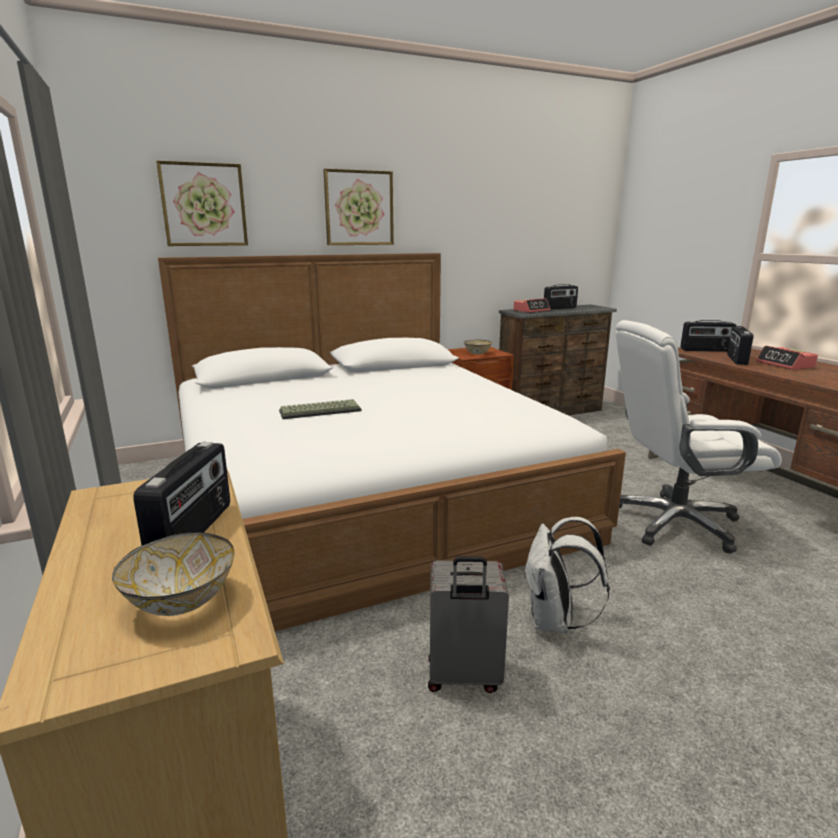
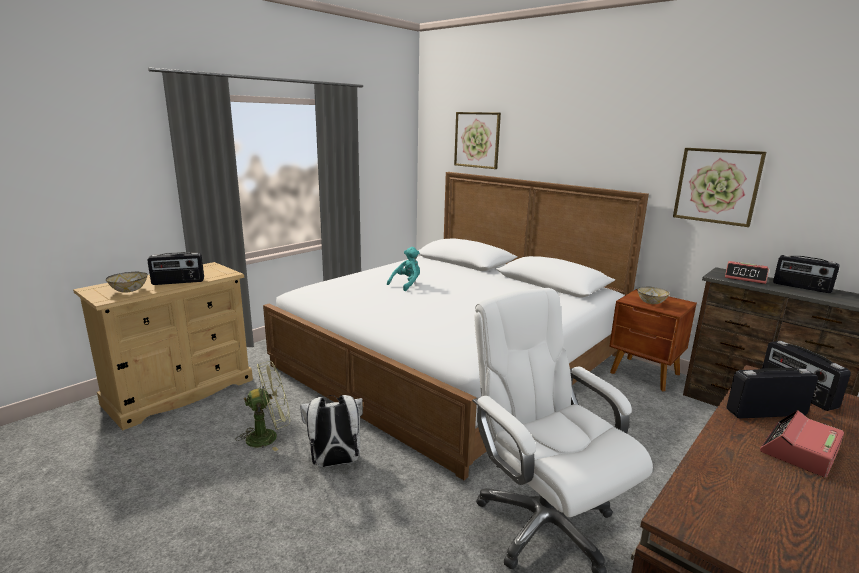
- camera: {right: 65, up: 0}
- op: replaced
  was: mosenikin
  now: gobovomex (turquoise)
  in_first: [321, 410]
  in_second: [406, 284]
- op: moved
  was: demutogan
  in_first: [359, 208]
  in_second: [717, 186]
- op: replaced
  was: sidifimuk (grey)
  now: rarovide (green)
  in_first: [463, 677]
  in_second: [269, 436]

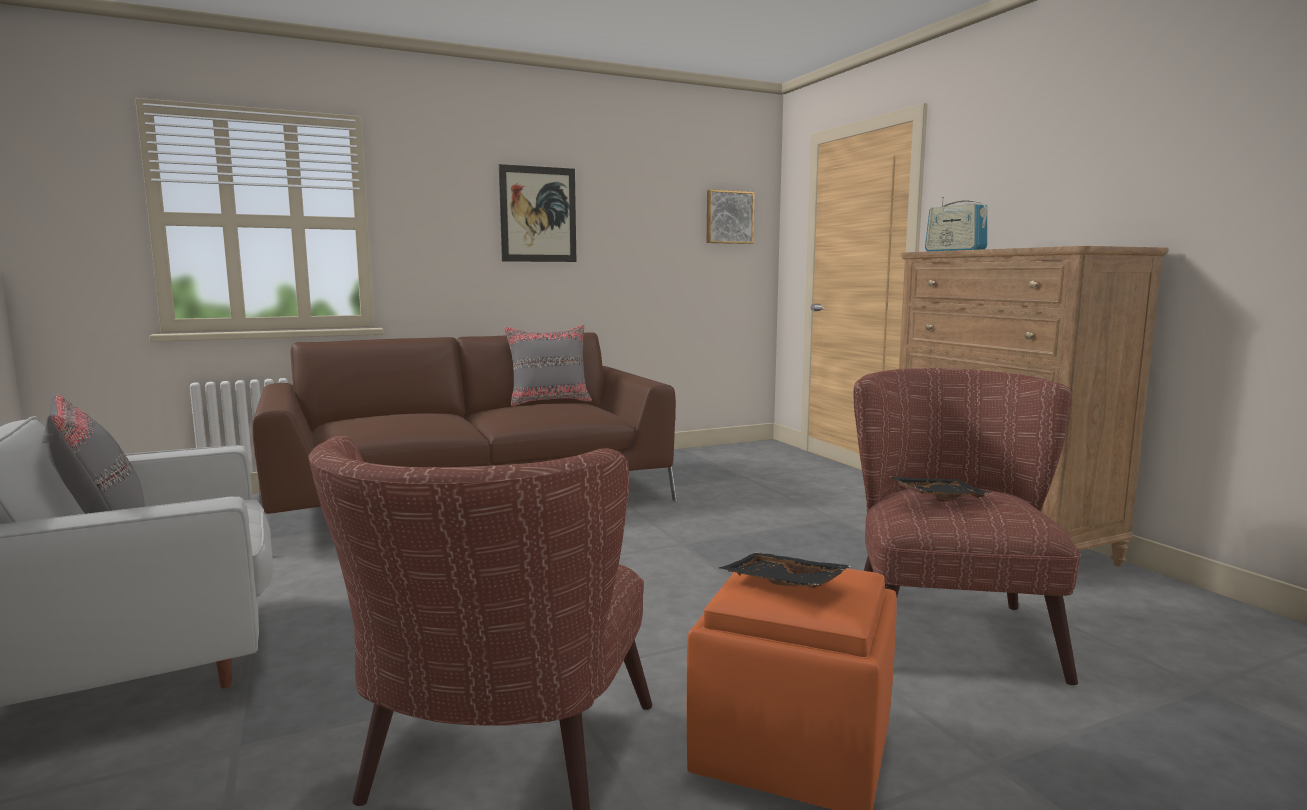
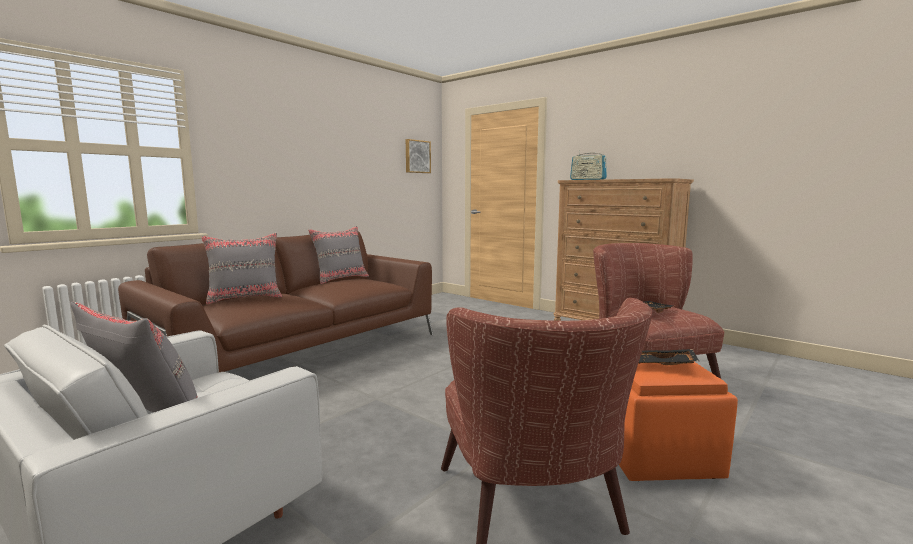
- camera: {right: -25, up: 0}
- op: removed
  was: demutogan
  in_first: [538, 214]
- op: added
  now: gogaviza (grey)
  in_second: [245, 298]

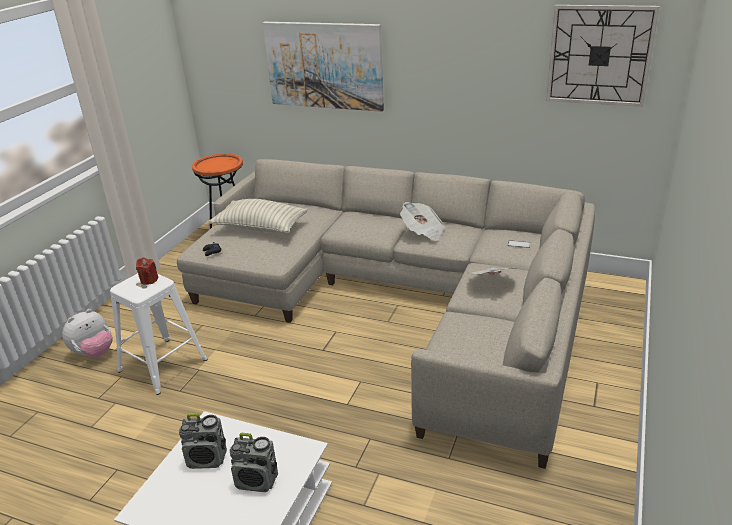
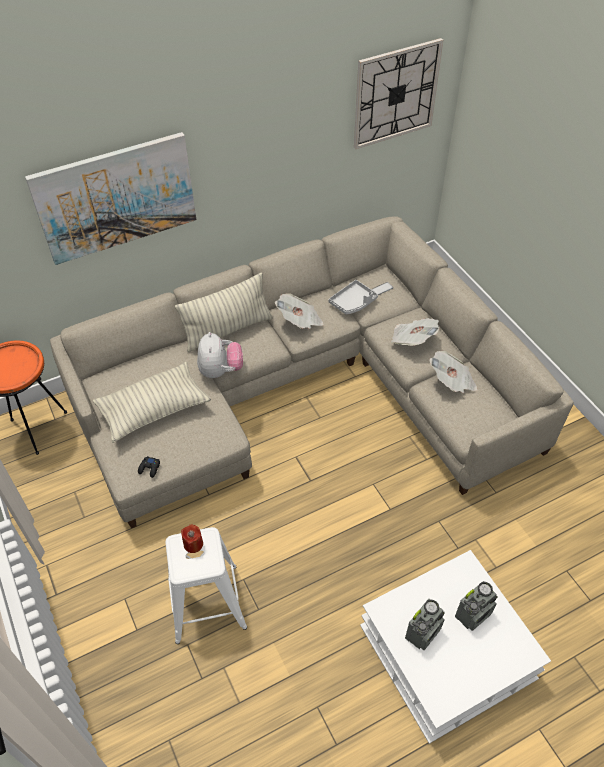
- camera: {right: -50, up: 20}
- op: moved
  was: gobovomex
  in_first: [94, 353]
  in_second: [220, 371]
- op: added
  now: gogaviza
  in_second: [228, 330]
- op: added
  now: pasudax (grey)
  in_second: [353, 302]
- op: added
  now: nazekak
  in_second: [452, 381]

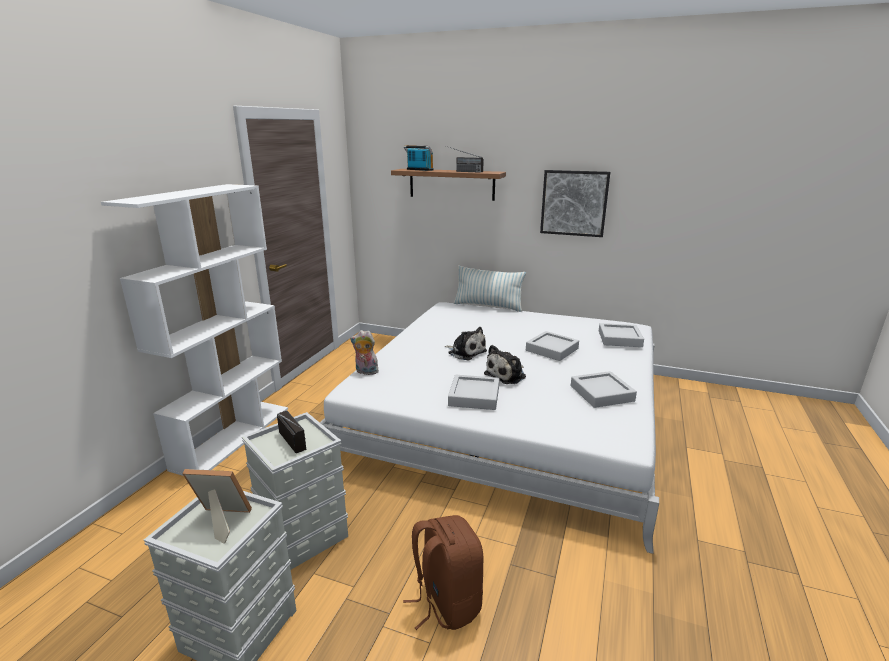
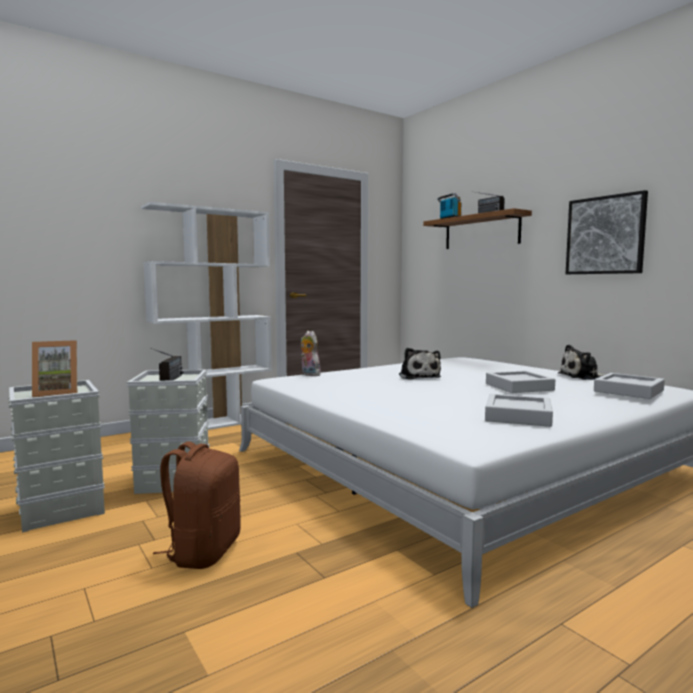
- camera: {right: 35, up: -15}
- op: turned
  was: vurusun
  in_first: [221, 522]
  in_second: [57, 393]
  clockwise: 120
- op: removed
  was: pasudax (grey)
  in_first: [474, 396]
- op: removed
  was: gogaviza
  in_first: [488, 306]
- op: moved
  was: gobovomex
  in_first: [507, 375]
  in_second: [582, 377]

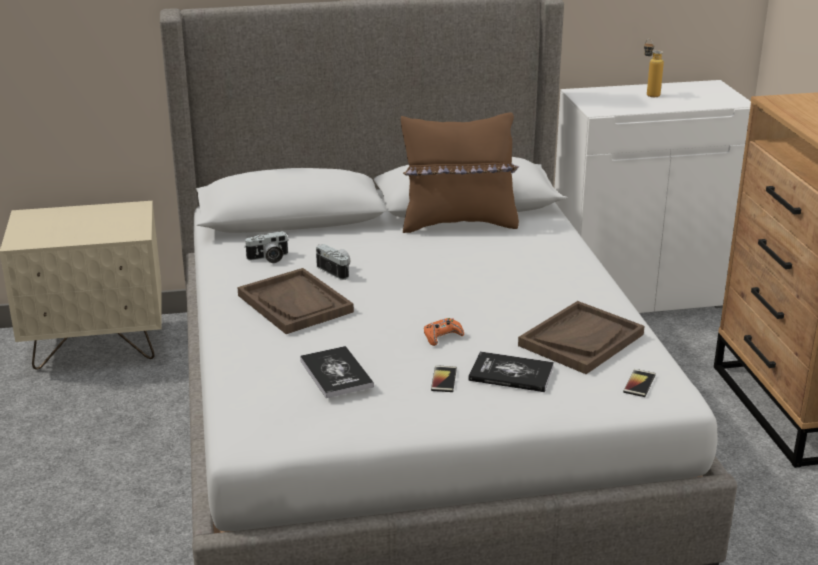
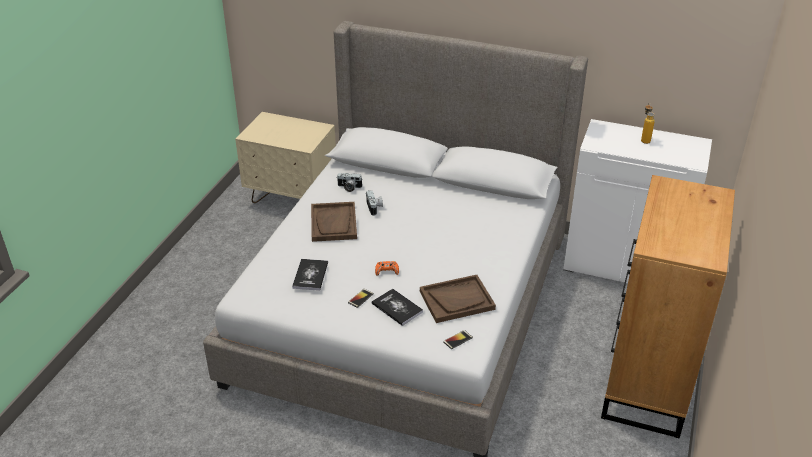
- camera: {right: 30, up: 10}
- op: removed
  was: gogaviza (brown)
  in_first: [459, 223]

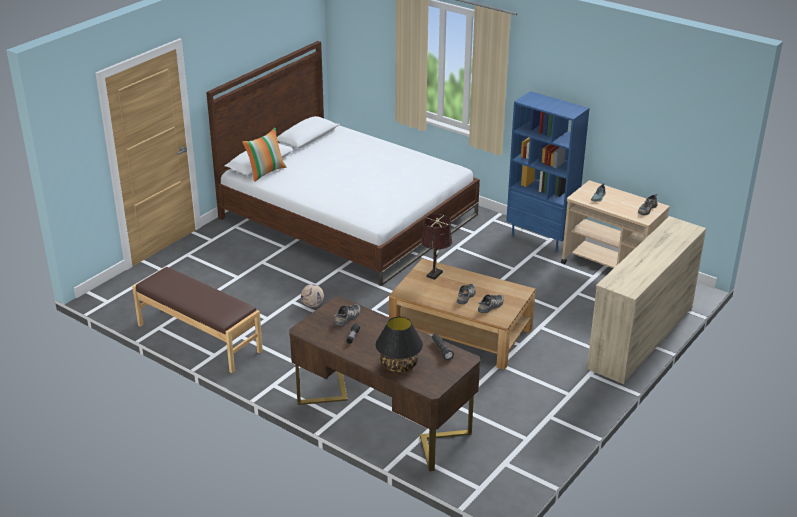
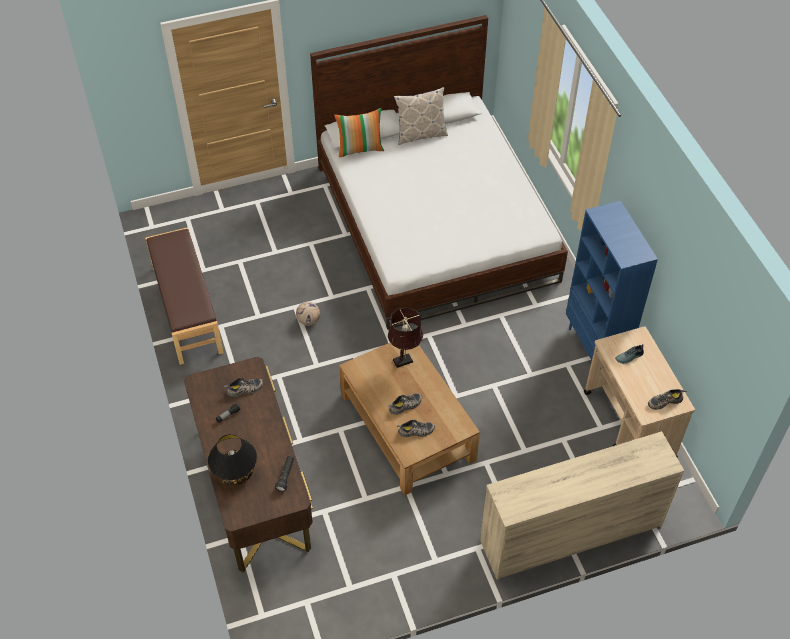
- camera: {right: 35, up: 20}
- op: added
  now: gogaviza
  in_second: [420, 134]

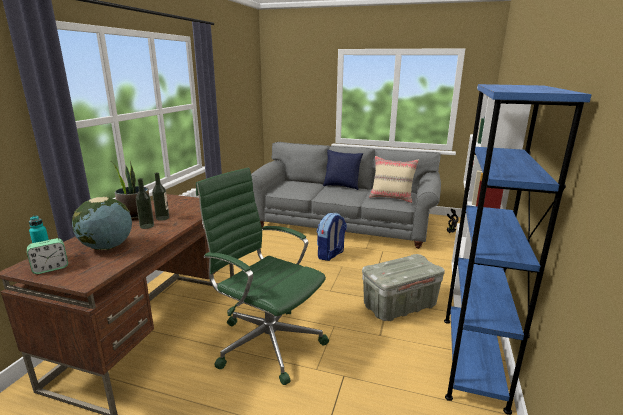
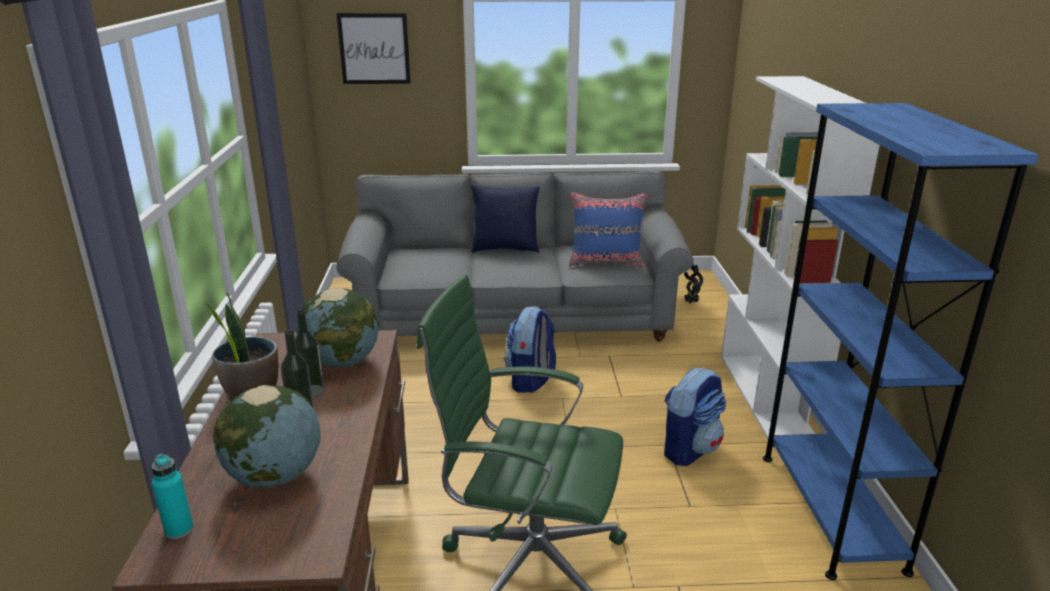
- camera: {right: -20, up: 5}
- op: removed
  was: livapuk
  in_first: [51, 268]
- op: replaced
  was: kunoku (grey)
  now: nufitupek
  in_first: [399, 305]
  in_second: [689, 449]
- op: recoloured
  was: gogaviza (beige)
  now: gogaviza (blue)
  in_first: [391, 198]
  in_second: [606, 262]
- op: added
  now: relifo
  in_second: [342, 362]
- op: added
  now: demutogan
  in_second: [374, 48]

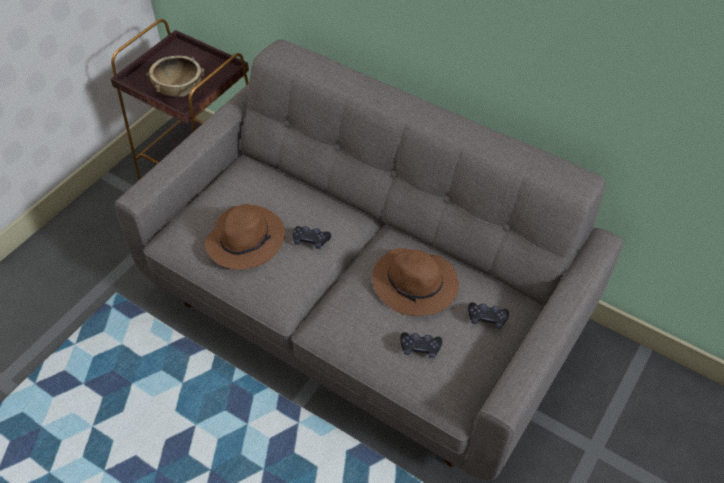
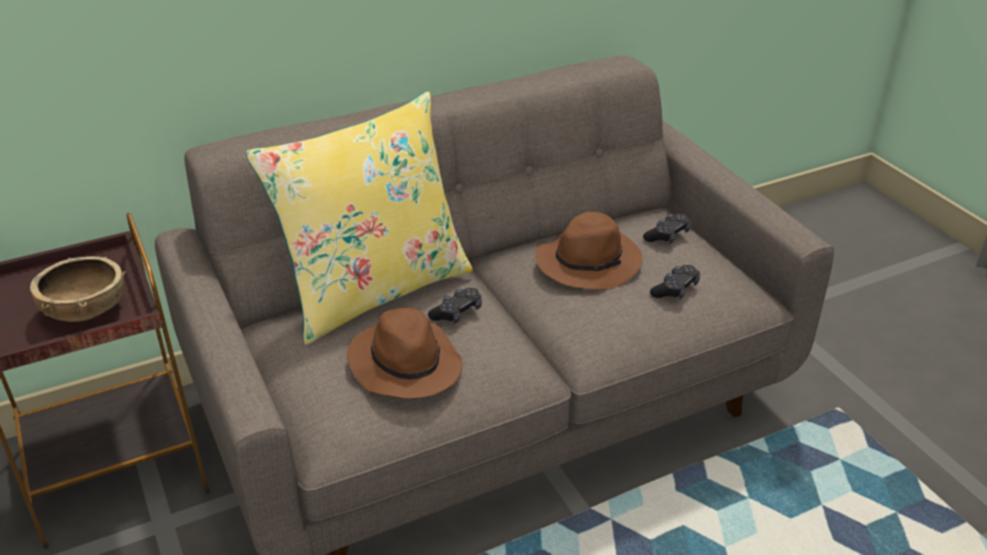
- camera: {right: -60, up: -15}
- op: added
  now: gogaviza (yellow)
  in_second: [374, 290]

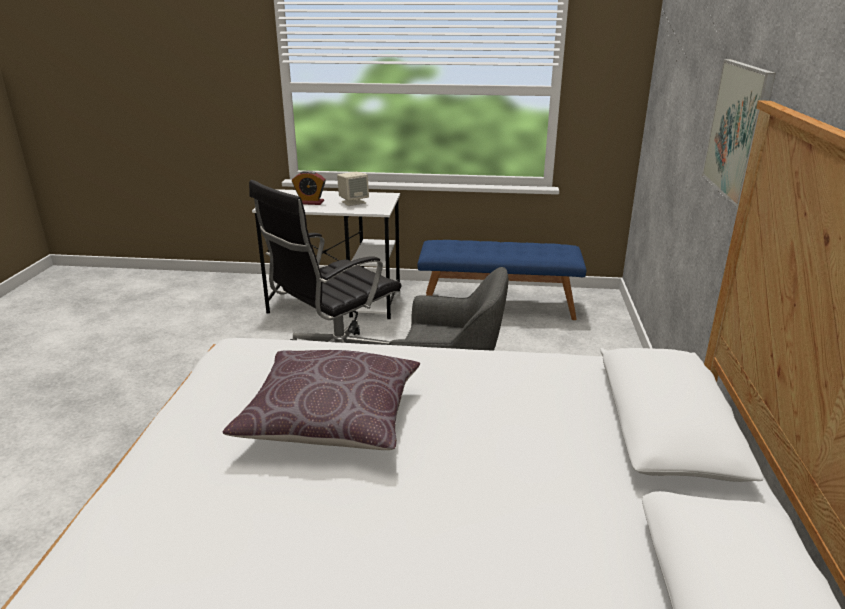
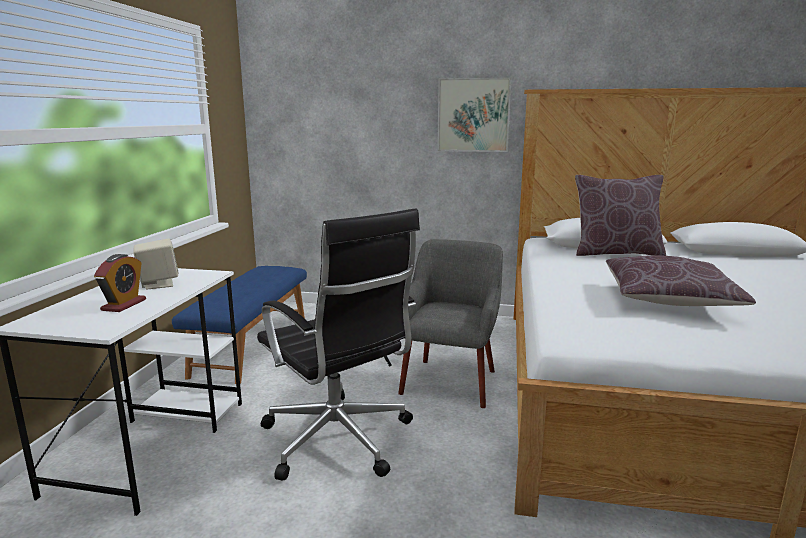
- camera: {right: -85, up: -10}
- op: added
  now: gogaviza (brown)
  in_second: [616, 253]

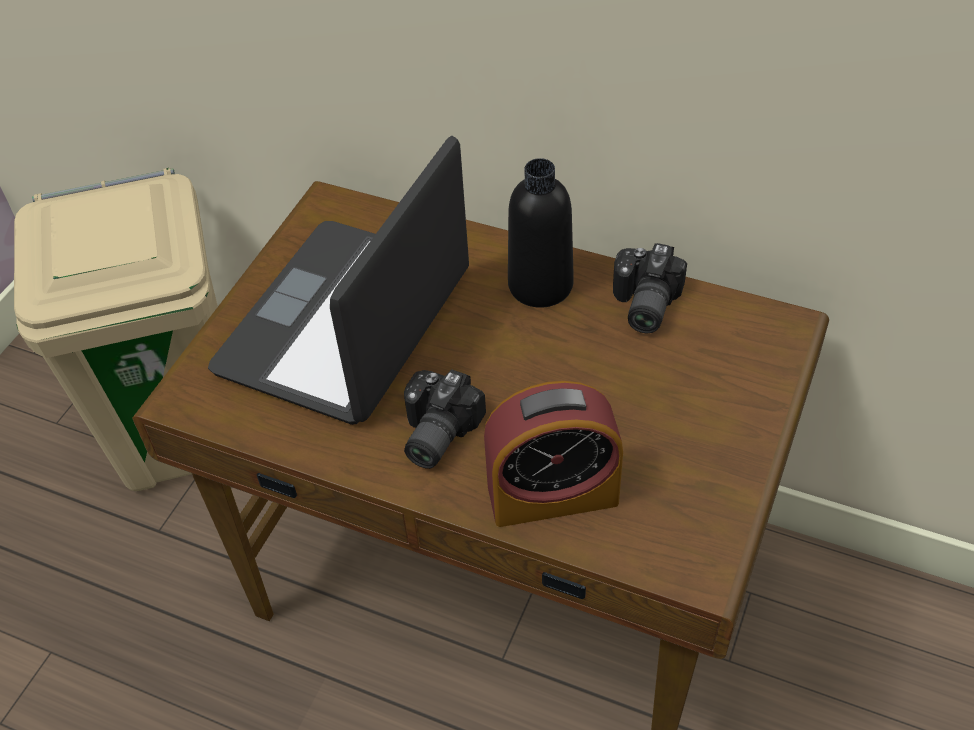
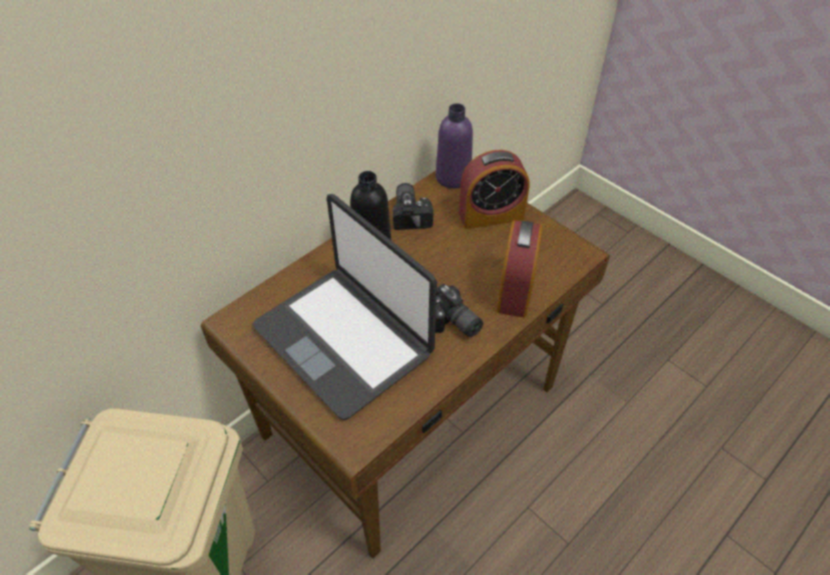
- camera: {right: -70, up: 0}
- op: turned
  was: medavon
  in_first: [642, 305]
  in_second: [412, 213]
  clockwise: -135
- op: added
  now: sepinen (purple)
  in_second: [453, 177]
- op: added
  now: livapuk
  in_second: [491, 215]

